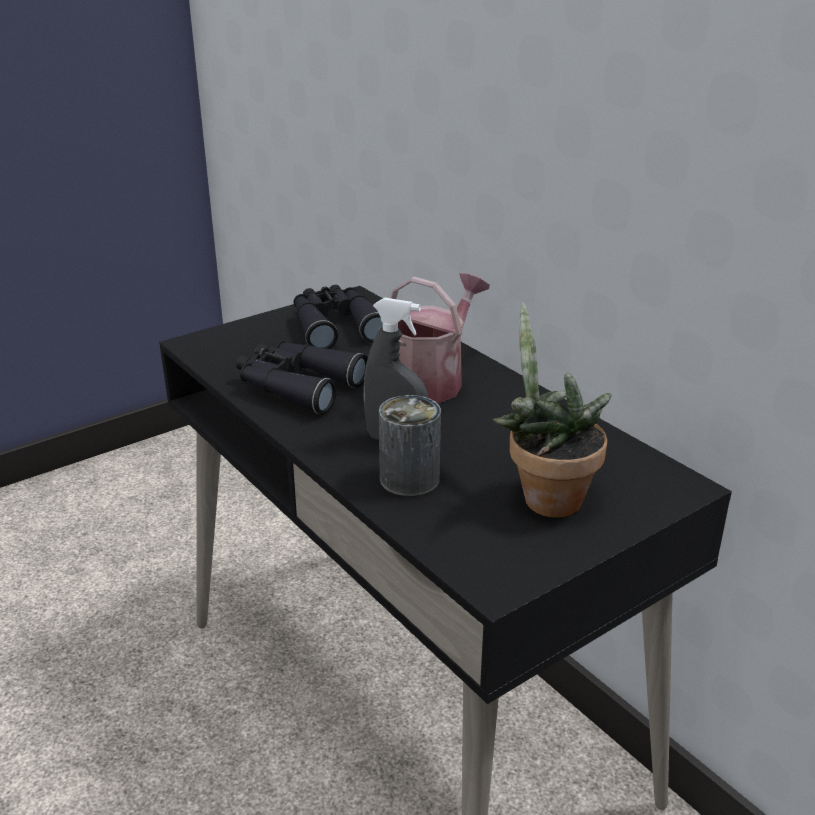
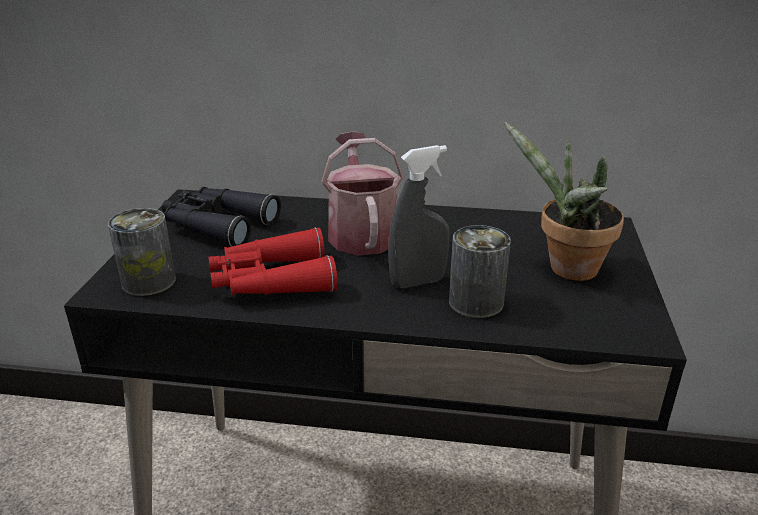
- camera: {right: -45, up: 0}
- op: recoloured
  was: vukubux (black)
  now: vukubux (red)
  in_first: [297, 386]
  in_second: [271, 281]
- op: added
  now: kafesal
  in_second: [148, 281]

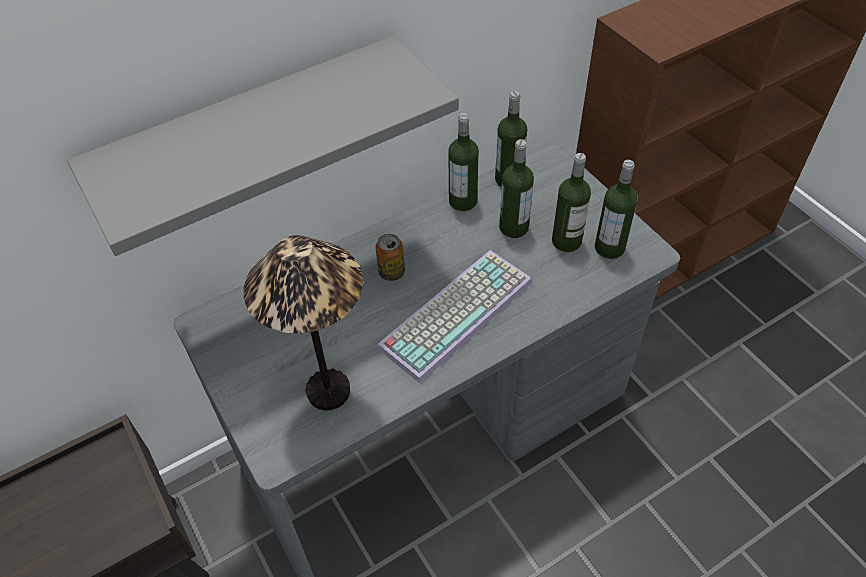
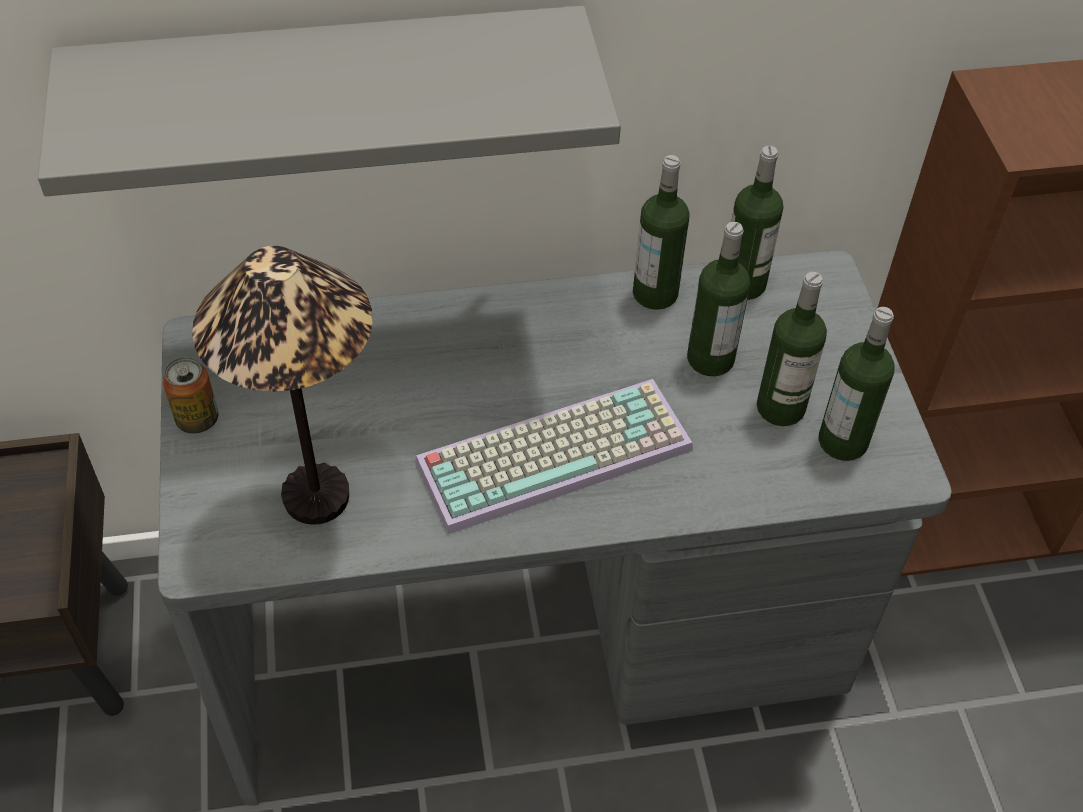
- camera: {right: 20, up: 0}
- op: moved
  was: kafesal
  in_first: [391, 272]
  in_second: [197, 419]

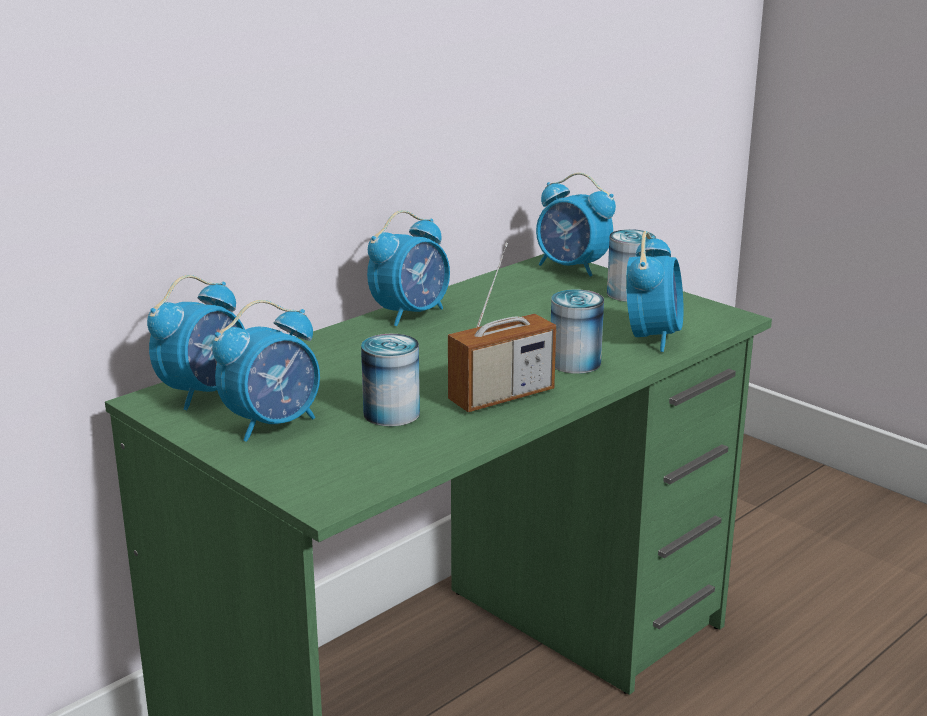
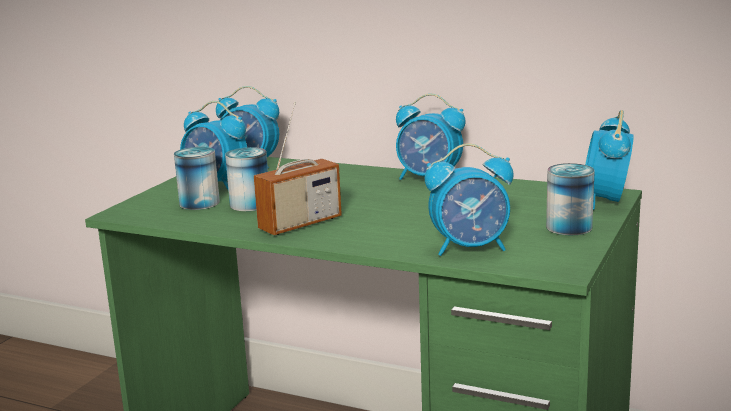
- camera: {right: 70, up: -5}
- op: turned
  was: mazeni
  in_first: [501, 396]
  in_second: [300, 224]
  clockwise: -75
- op: moved
  was: kafesal
  in_first: [575, 363]
  in_second: [199, 203]

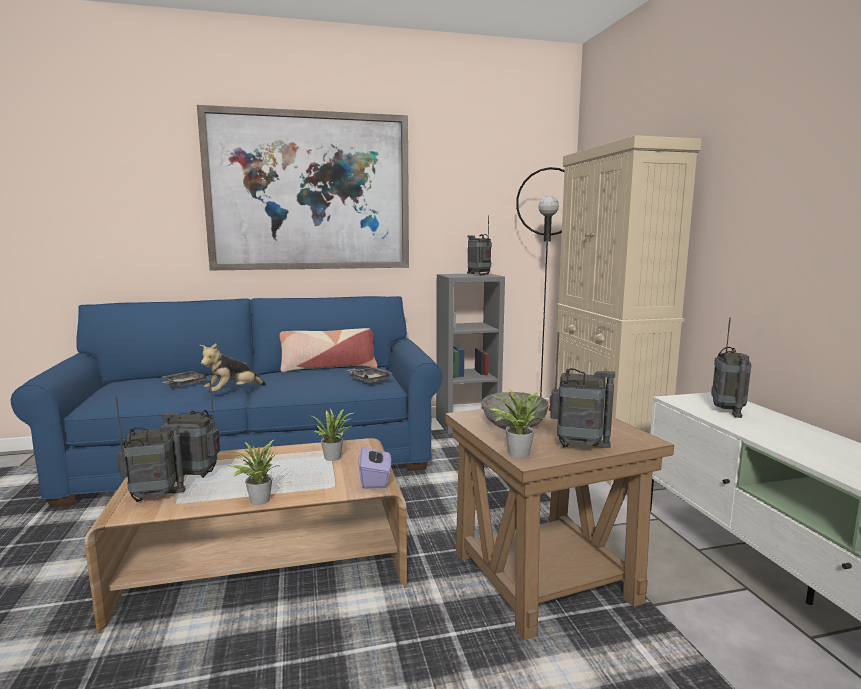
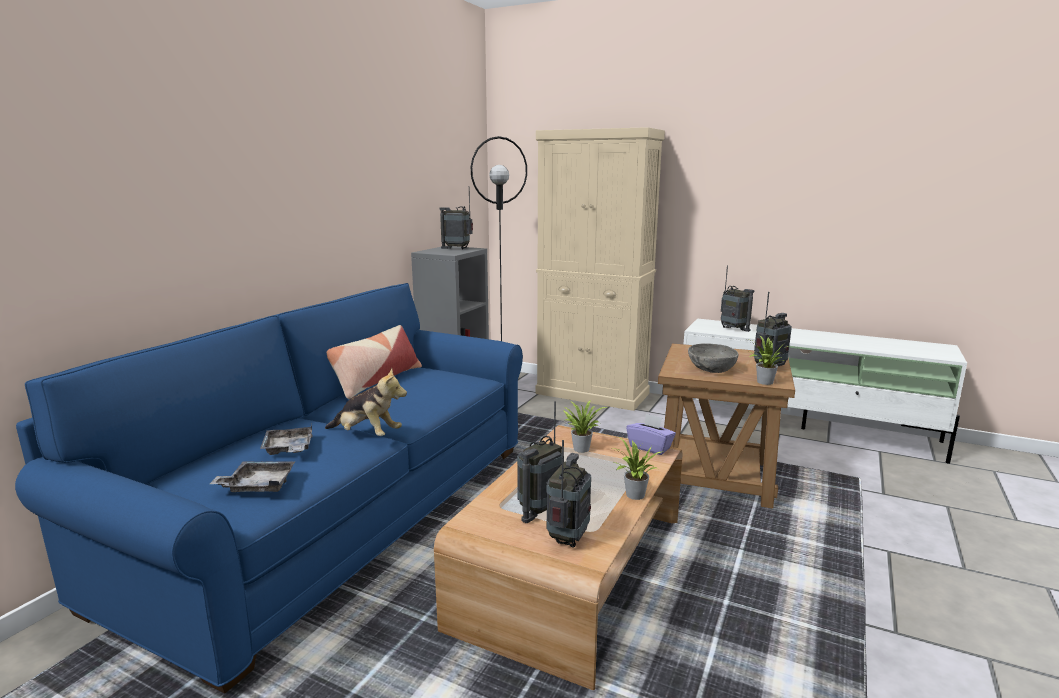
- camera: {right: -50, up: 5}
- op: removed
  was: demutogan
  in_first: [309, 192]
- op: turned
  was: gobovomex
  in_first: [233, 392]
  in_second: [367, 435]
  clockwise: -60
- op: moved
  was: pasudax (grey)
  in_first: [369, 380]
  in_second: [258, 485]

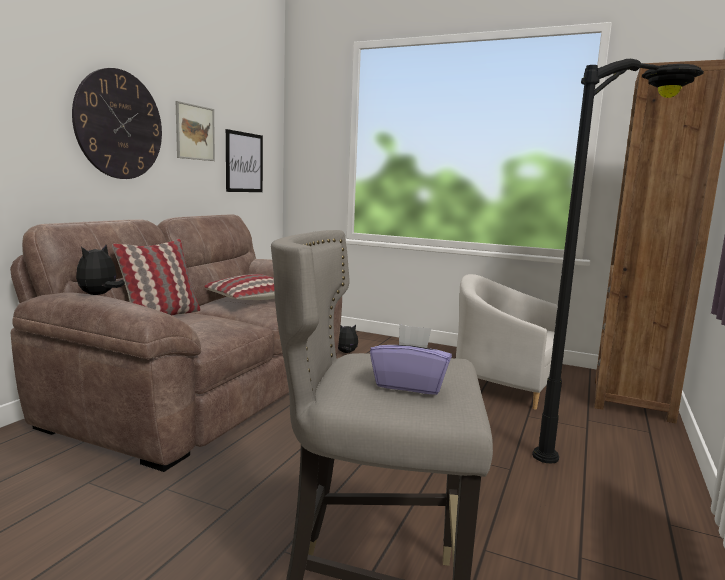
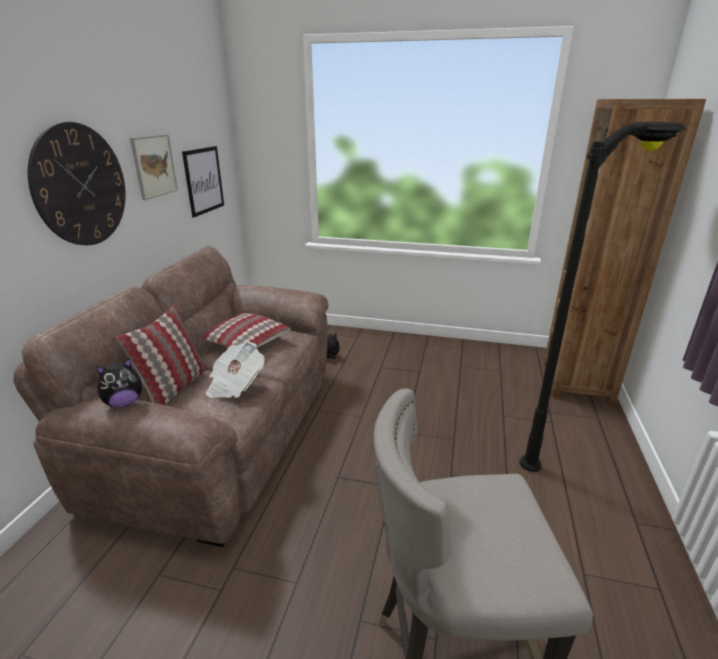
- camera: {right: -10, up: 15}
- op: turned
  was: gobovomex
  in_first: [99, 295]
  in_second: [124, 403]
  clockwise: -135
- op: removed
  was: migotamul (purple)
  in_first: [410, 385]
- op: removed
  was: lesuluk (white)
  in_first: [505, 383]
- op: added
  now: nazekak
  in_second: [235, 384]

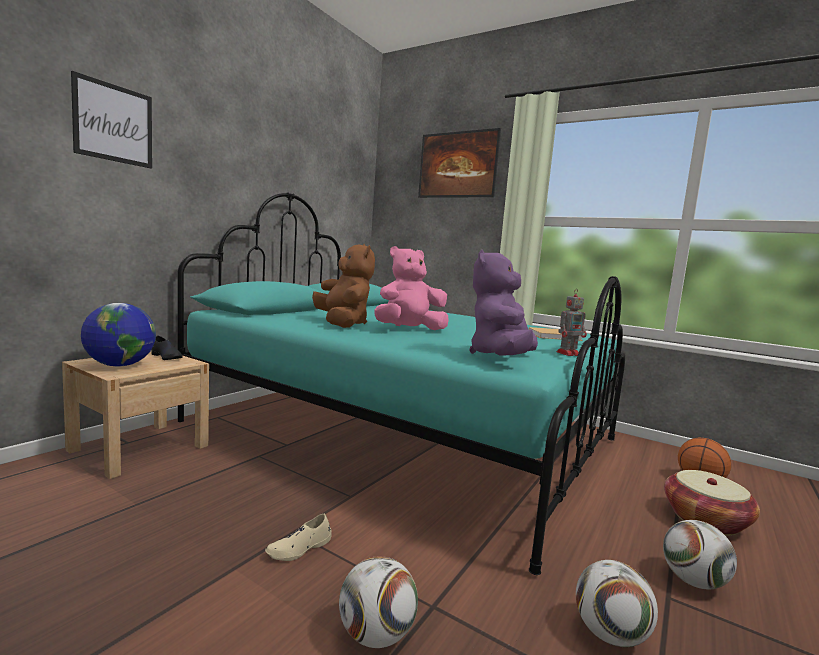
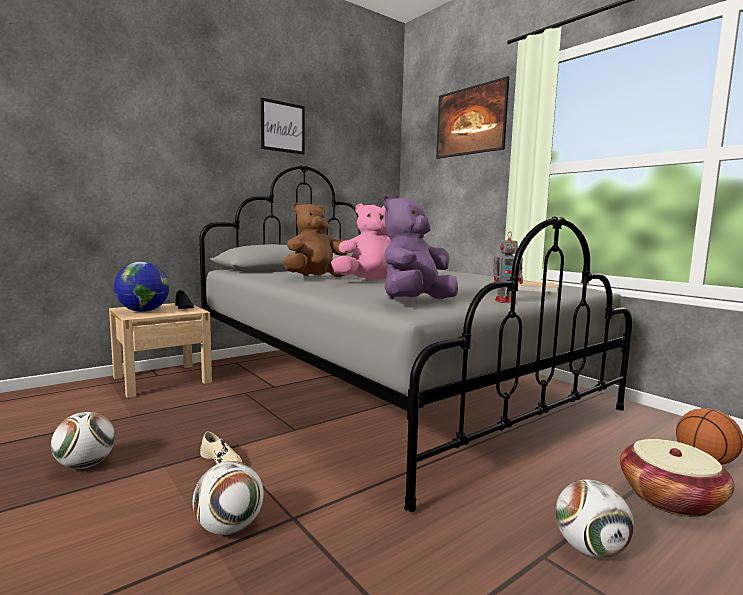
- camera: {right: 20, up: 0}
- op: moved
  was: demutogan
  in_first: [114, 123]
  in_second: [283, 127]
- op: recoloured
  was: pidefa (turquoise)
  now: pidefa (grey)
  in_first: [404, 431]
  in_second: [388, 384]
- op: turned
  was: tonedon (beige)
  in_first: [299, 548]
  in_second: [221, 460]
  clockwise: -120
- op: turned
  was: gobovomex (brown)
  in_first: [342, 324]
  in_second: [316, 278]
  clockwise: -120
- op: moved
  was: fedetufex
  in_first: [610, 634]
  in_second: [85, 465]

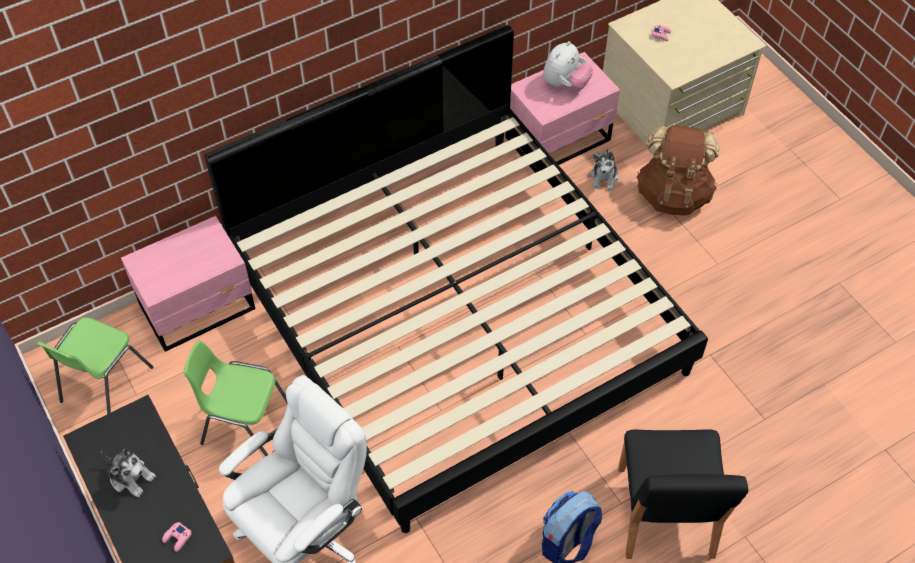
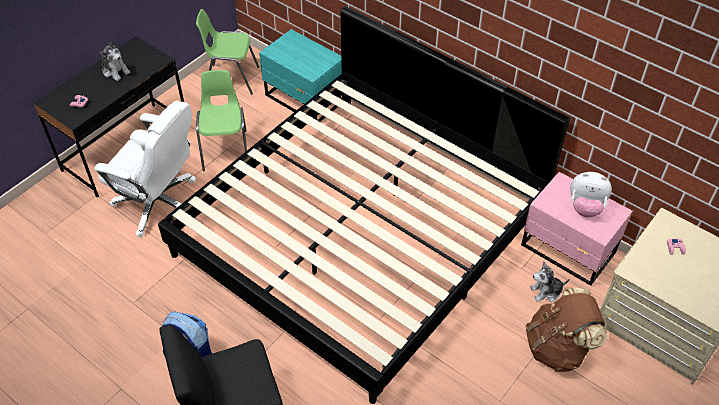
- camera: {right: 70, up: -5}
- op: turned
  was: gobovomex
  in_first: [131, 476]
  in_second: [115, 71]
  clockwise: -60
- op: recoloured
  was: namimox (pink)
  now: namimox (turquoise)
  in_first: [200, 308]
  in_second: [304, 99]

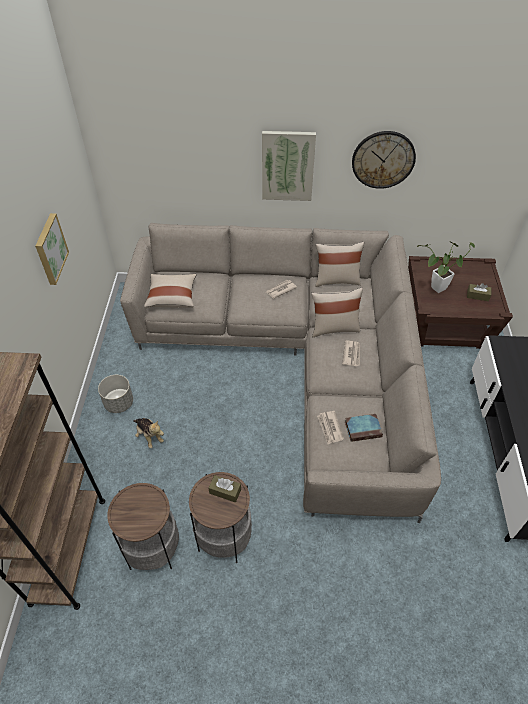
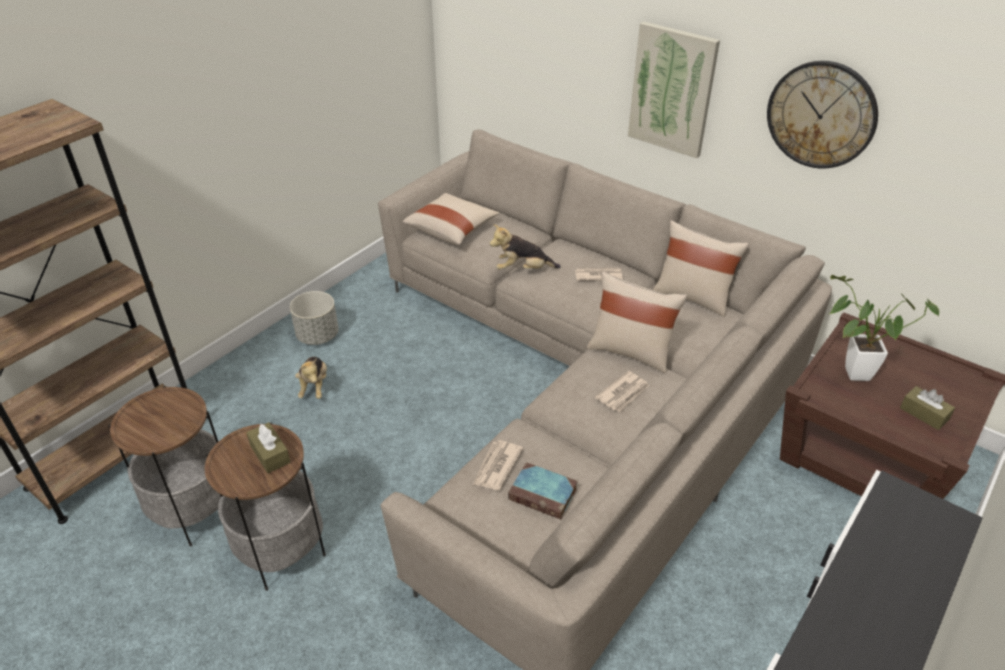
- camera: {right: 35, up: -10}
- op: removed
  was: demutogan
  in_first: [50, 249]
- op: added
  now: gobovomex
  in_second: [523, 269]

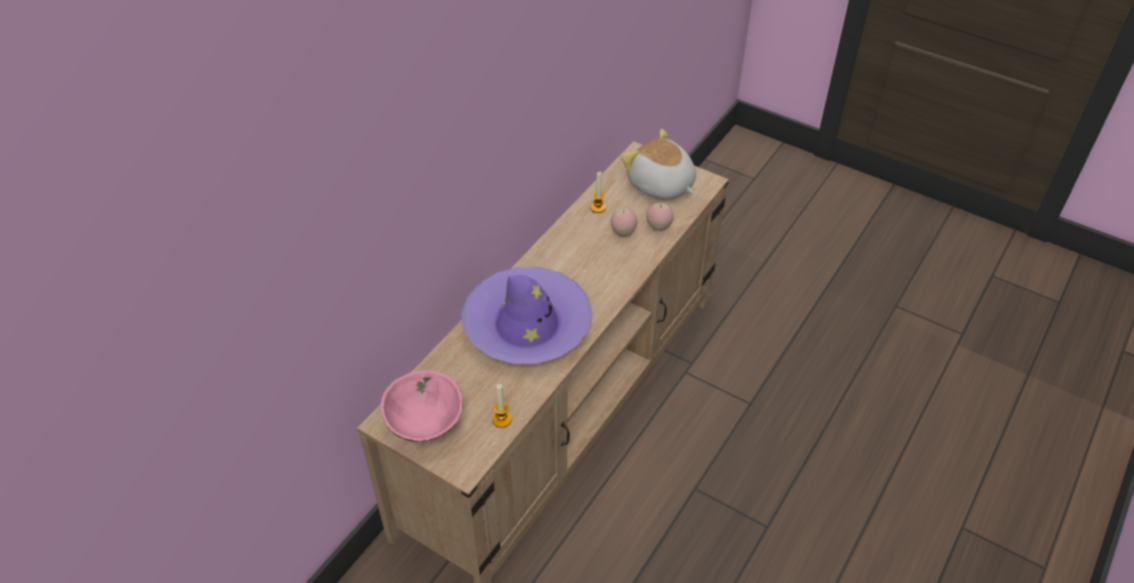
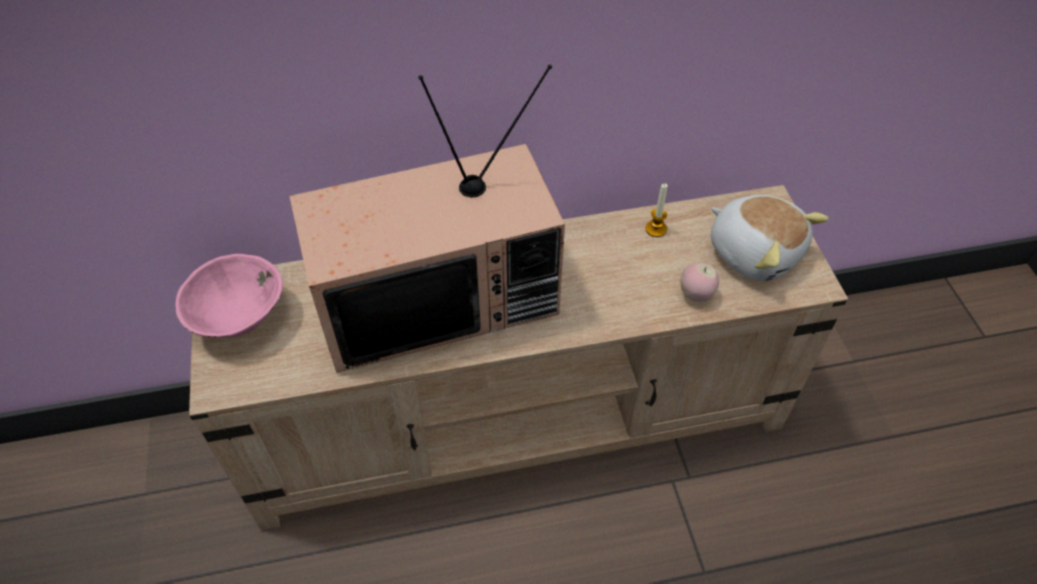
- camera: {right: 45, up: 5}
- op: replaced
  was: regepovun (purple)
  now: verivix
  in_first: [527, 325]
  in_second: [438, 296]
- op: removed
  was: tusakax
  in_first: [501, 419]
- op: removed
  was: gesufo
  in_first: [623, 232]
- op: turned
  was: gobovomex
  in_first: [660, 185]
  in_second: [754, 251]
  clockwise: 135

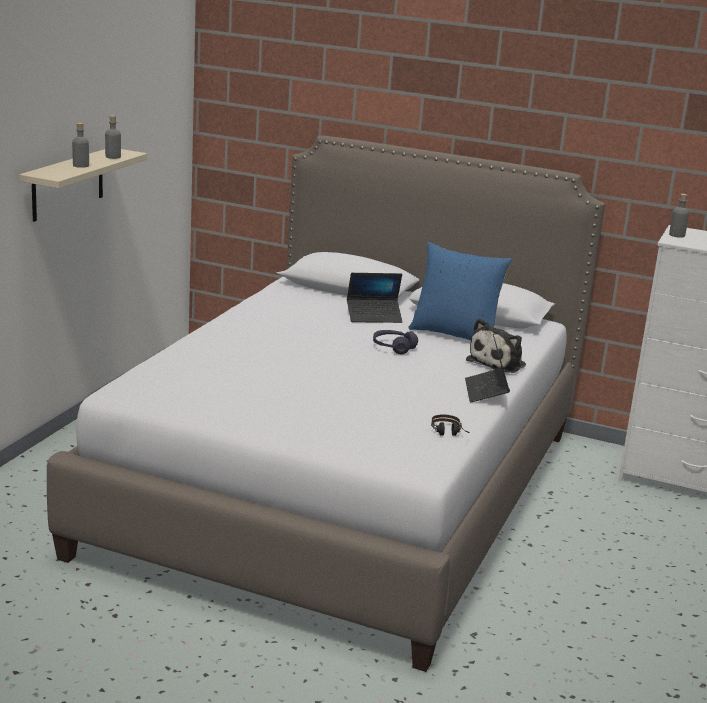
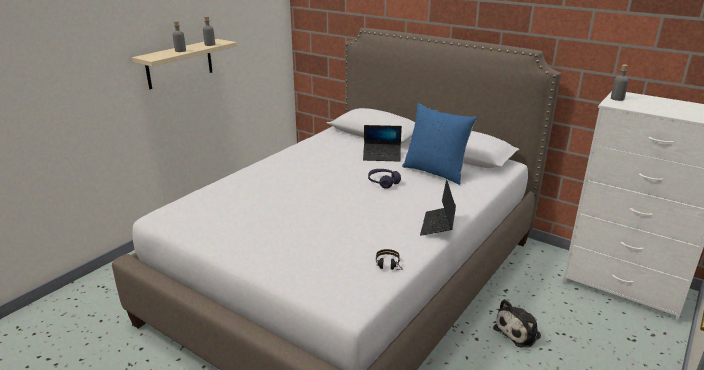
- camera: {right: 15, up: 5}
- op: moved
  was: gobovomex
  in_first: [498, 363]
  in_second: [519, 331]

